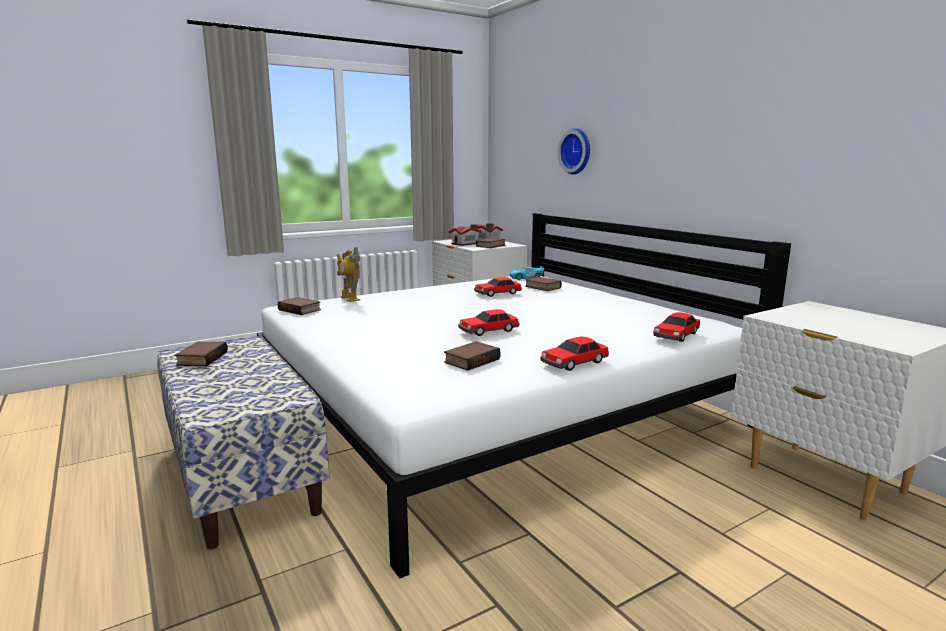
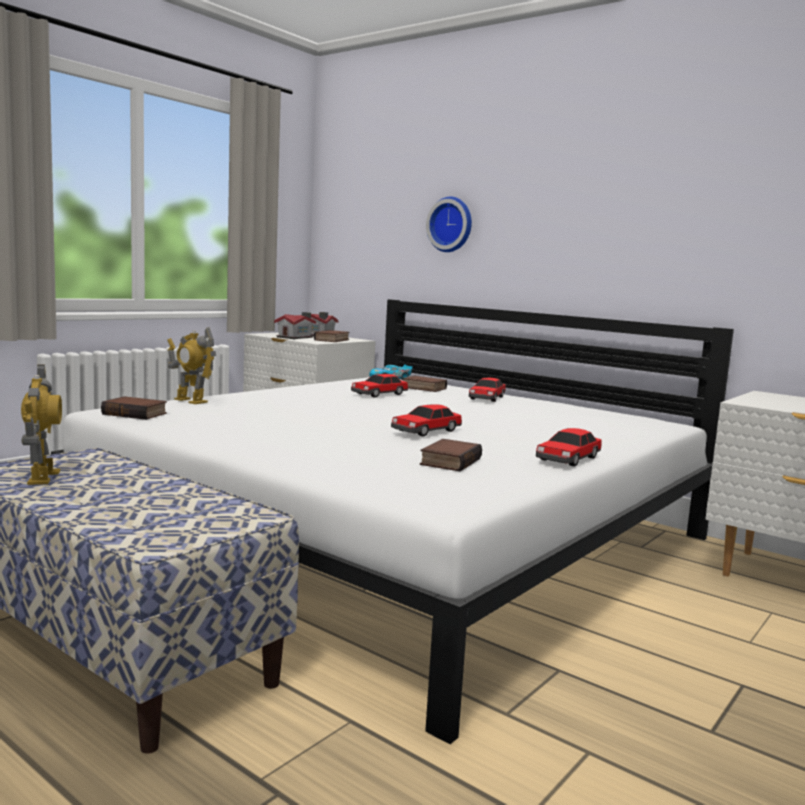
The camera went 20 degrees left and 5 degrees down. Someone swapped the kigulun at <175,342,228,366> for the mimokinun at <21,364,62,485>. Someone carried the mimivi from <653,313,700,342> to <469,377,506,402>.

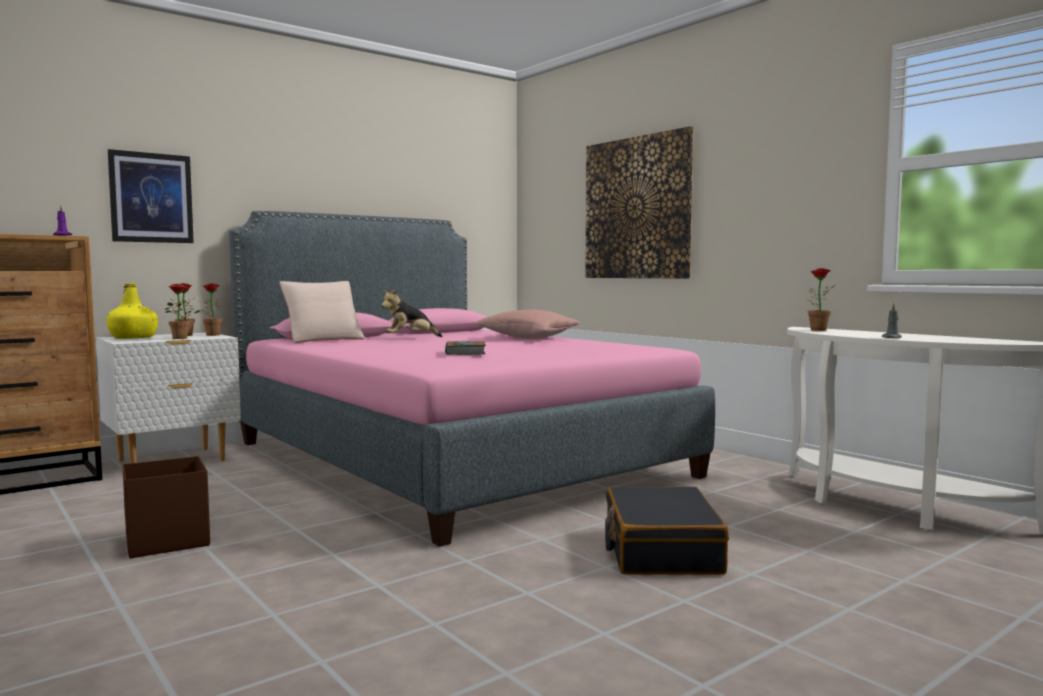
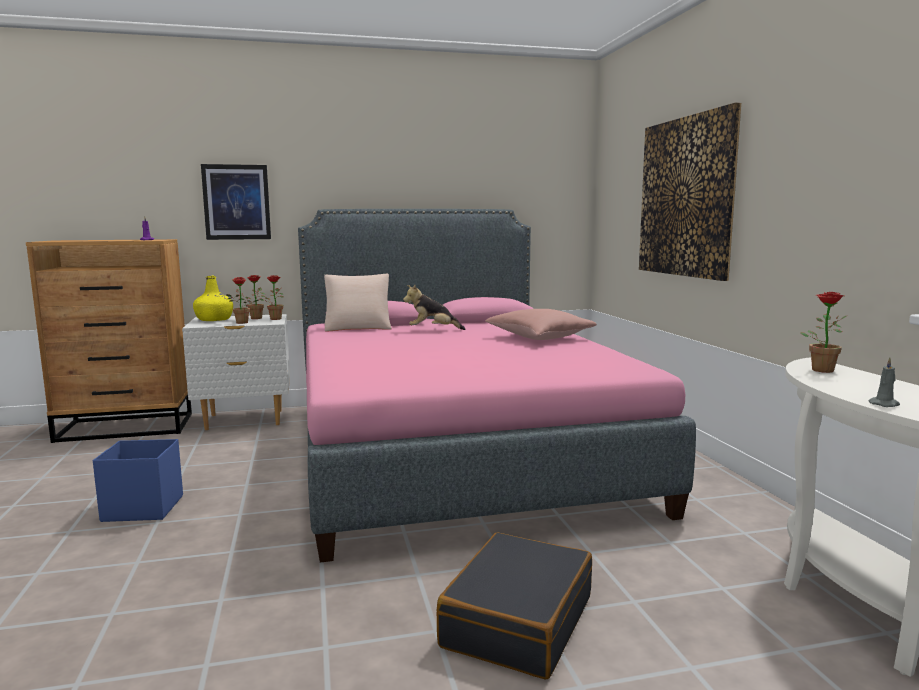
The camera went 25 degrees right and 5 degrees up. Someone repainted the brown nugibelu at <122,456,210,558>, which became the blue nugibelu at <93,439,183,522>. Someone took away the kigulun at <445,341,486,355>.

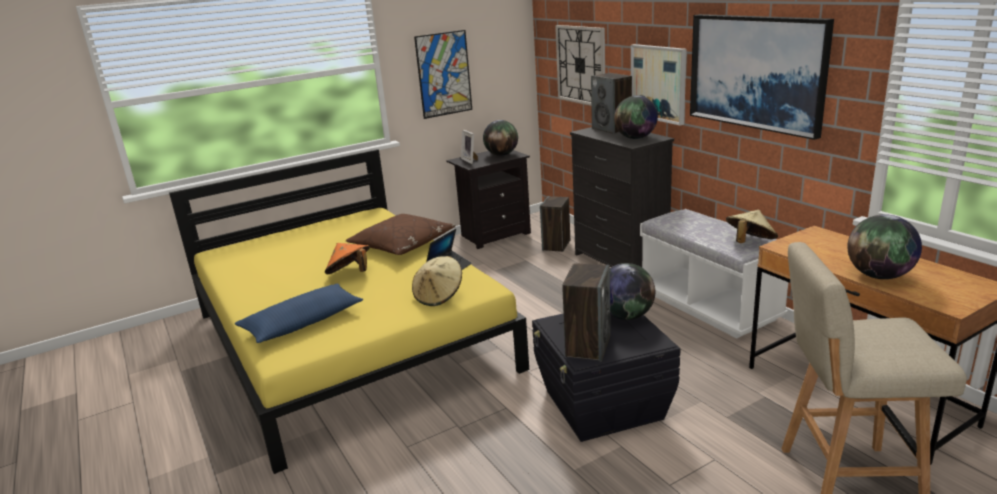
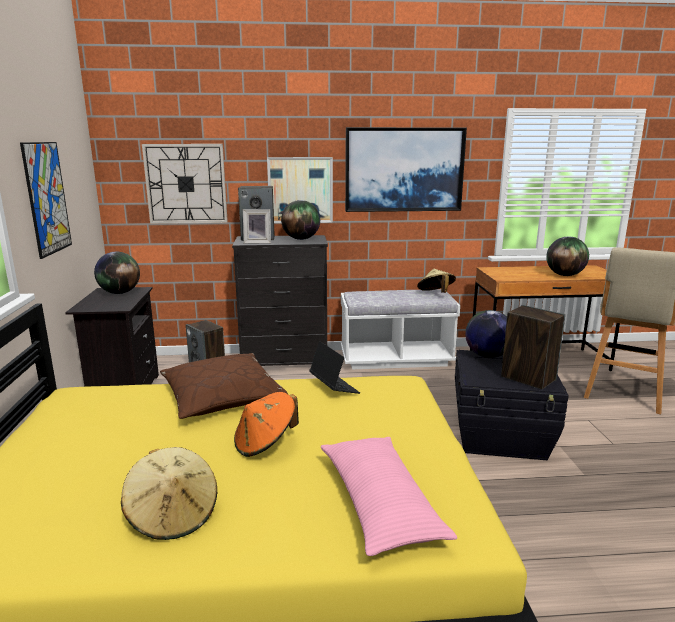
The camera went 65 degrees left and 5 degrees down. Someone carried the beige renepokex from <412,256,462,306> to <121,447,217,540>. Someone carried the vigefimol from <461,130,478,164> to <243,209,271,243>. Someone repainted the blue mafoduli at <235,284,363,343>, which became the pink mafoduli at <321,437,457,556>.

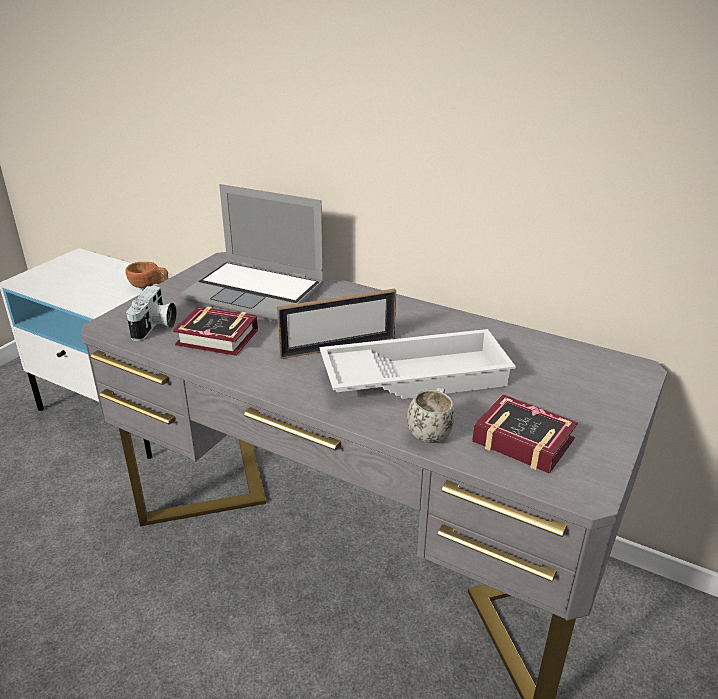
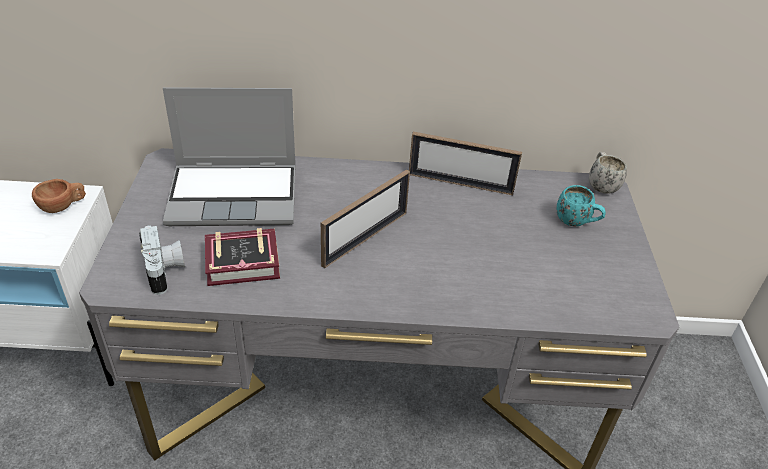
The camera went 30 degrees left and 10 degrees up. Someone put down the vigefimol at <409,132,522,195>. Someone put down the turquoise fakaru at <556,185,606,227>. Someone carried the white fakaru from <407,387,455,443> to <589,152,627,194>. Someone took away the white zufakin at <320,329,516,399>. Someone took away the kigulun at <472,394,578,474>.

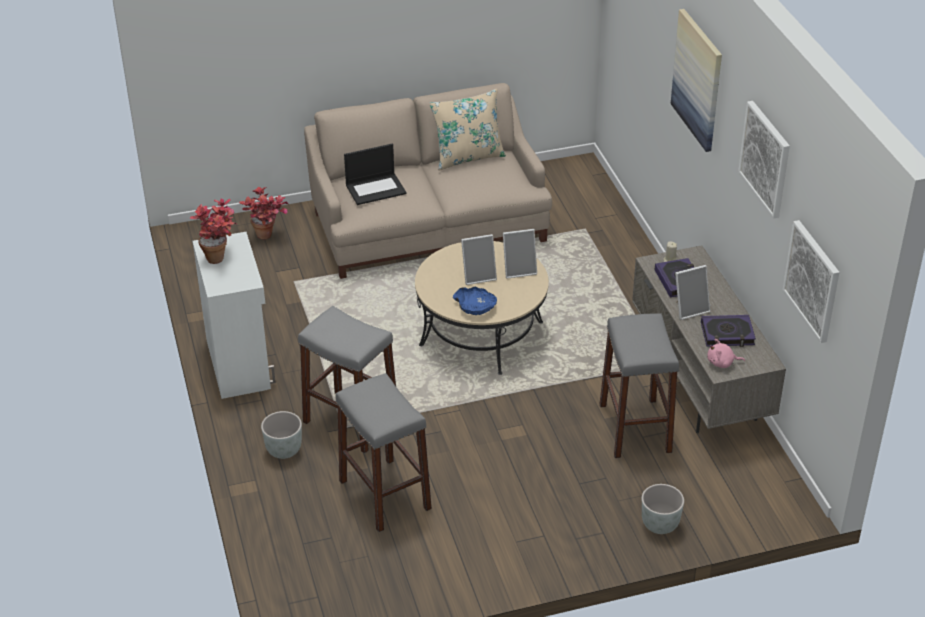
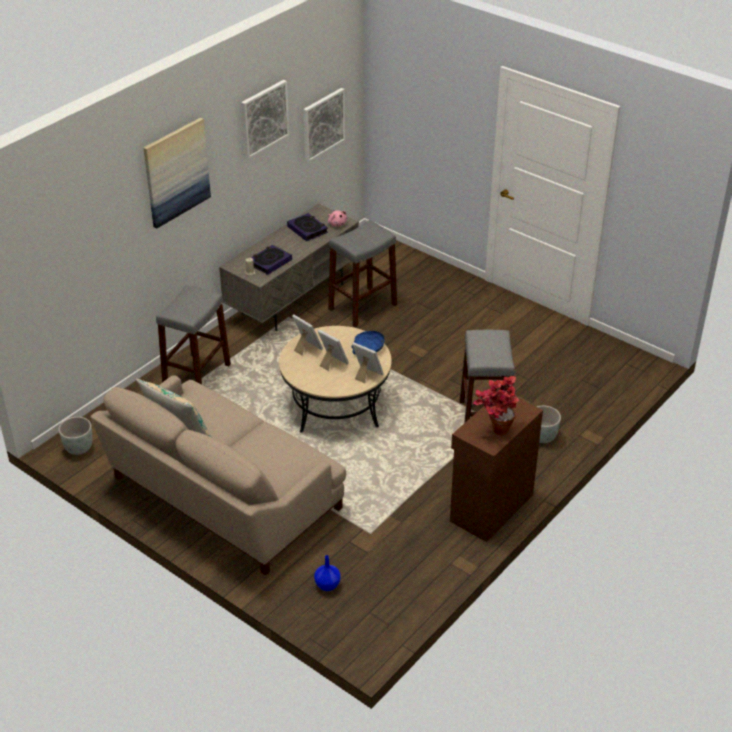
The camera went 125 degrees left and 0 degrees up. Someone carried the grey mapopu from <642,484,684,534> to <58,417,93,455>. Someone carried the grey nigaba from <336,373,432,532> to <156,285,231,384>. Someone swapped the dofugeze at <239,187,288,239> for the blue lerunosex at <314,555,341,591>. Someone carried the vigefimol from <675,265,711,320> to <352,342,384,383>. Someone repainted the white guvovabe at <193,232,276,399>, which became the brown guvovabe at <450,393,543,542>. Someone took away the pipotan at <344,144,407,205>.

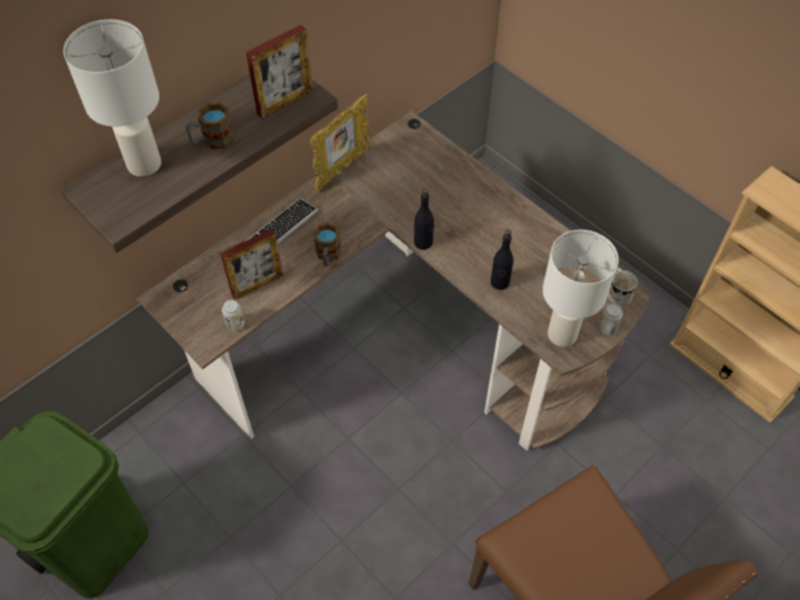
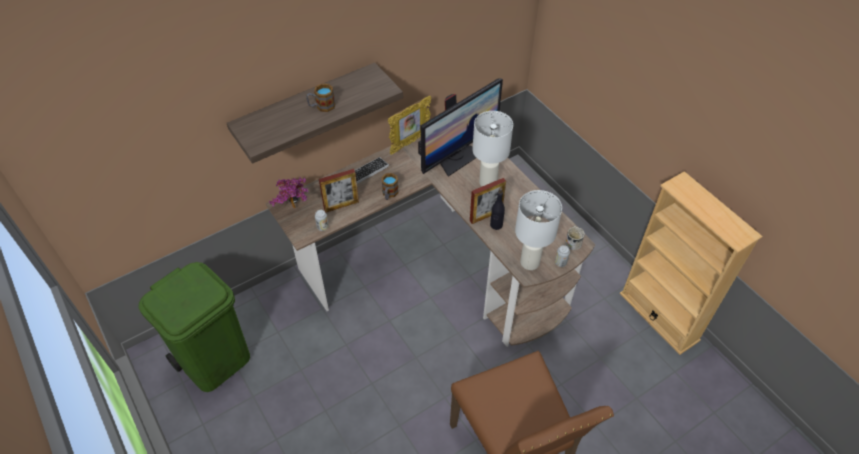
The camera went 10 degrees right and 5 degrees down. Someone put down the dofugeze at <269,177,308,208>. Someone put down the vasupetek at <418,78,503,176>. Someone carried the vigefimol from <246,25,313,118> to <470,178,506,224>. Someone carried the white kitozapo from <63,19,161,177> to <472,111,513,186>. Someone took away the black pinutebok at <414,189,434,250>.

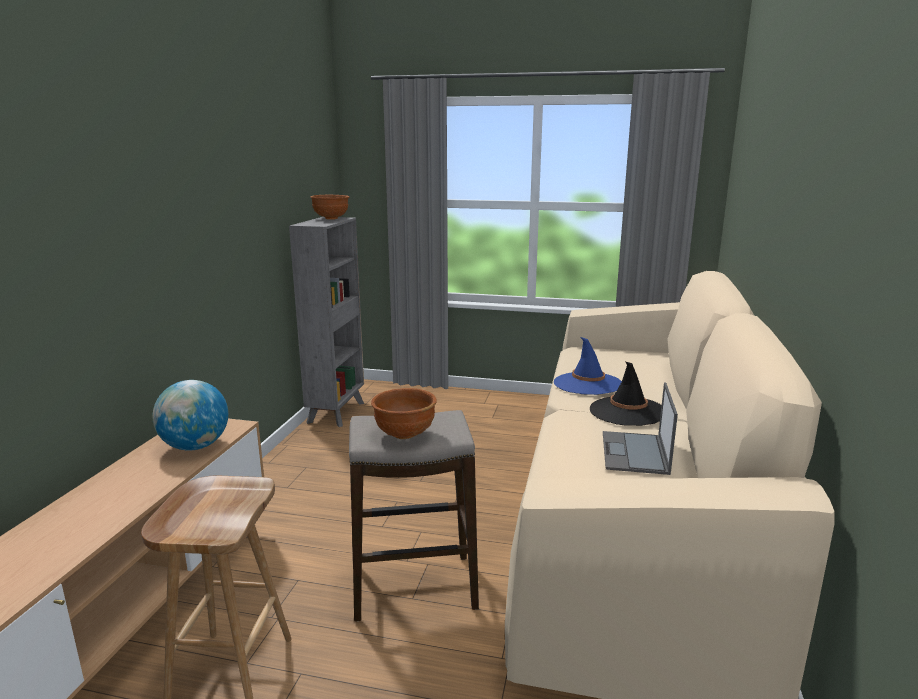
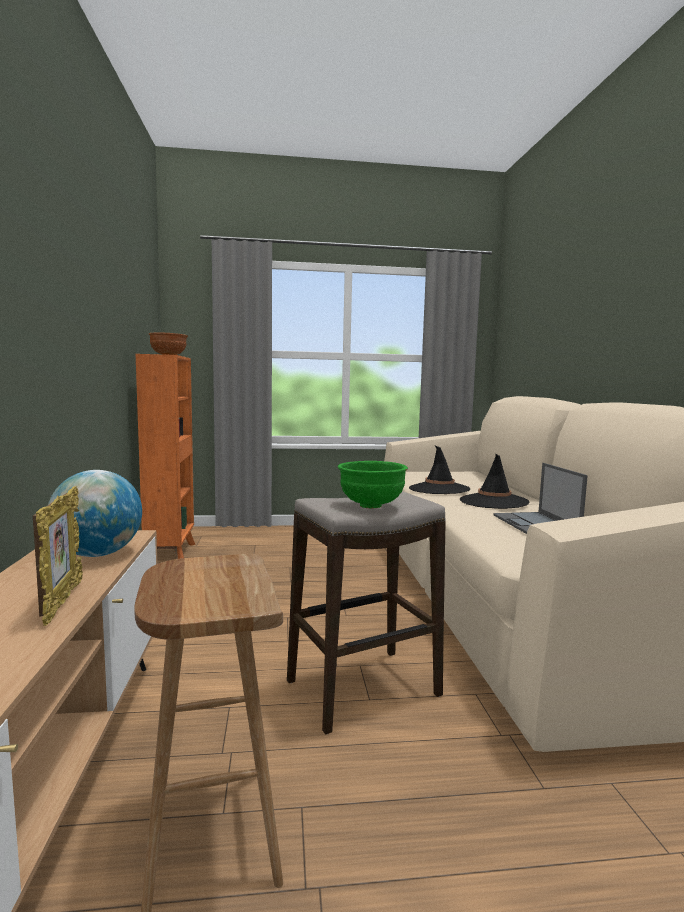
The camera went 20 degrees left and 10 degrees down. Someone put down the vigefimol at <33,486,83,626>. Someone repainted the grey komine at <289,217,364,427>, which became the orange komine at <136,354,195,559>. Someone repainted the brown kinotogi at <371,388,436,439>, which became the green kinotogi at <338,461,408,508>. Someone repainted the blue renepokex at <554,337,622,395>, which became the black renepokex at <409,445,470,494>.

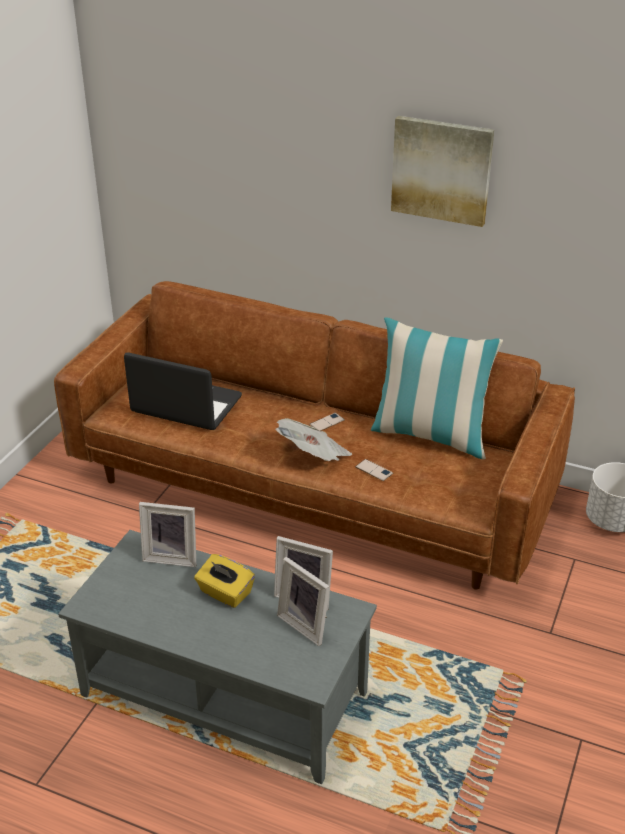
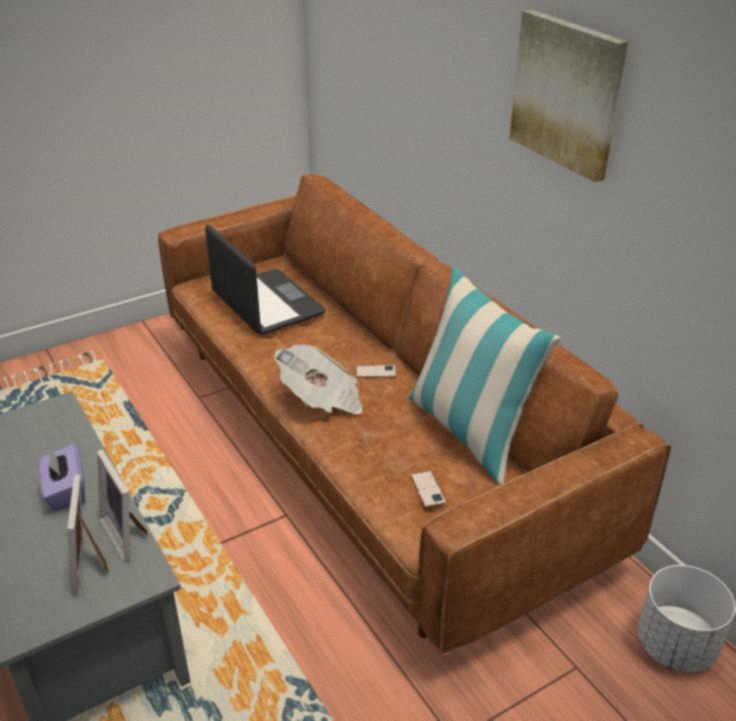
The camera went 35 degrees right and 0 degrees up. Someone repainted the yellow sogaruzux at <194,554,255,608>, which became the purple sogaruzux at <38,444,85,511>. Someone carried the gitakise from <356,459,393,481> to <411,471,446,507>. Someone took away the vigefimol at <139,502,196,567>.

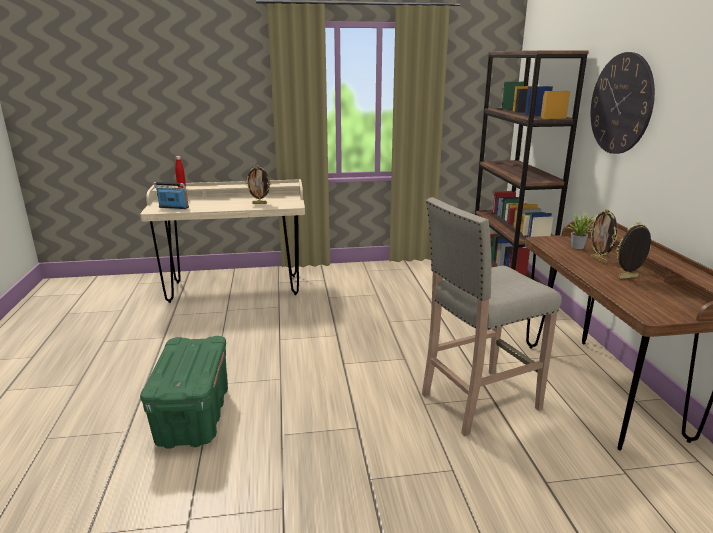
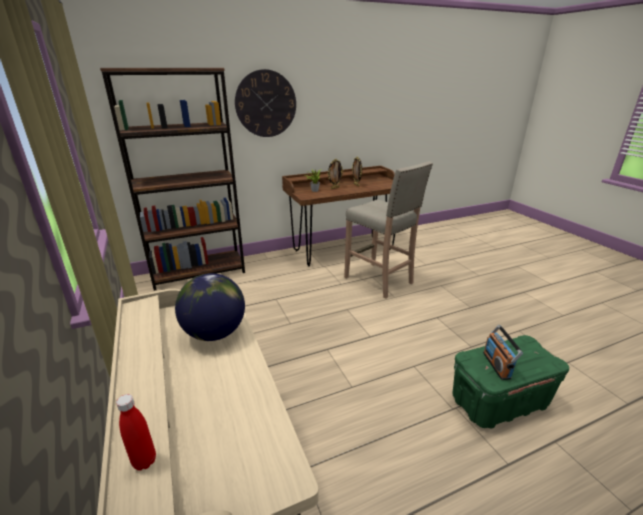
The camera went 105 degrees left and 5 degrees up. Someone swapped the vigefimol at <246,165,271,204> for the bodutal at <175,273,245,341>. Someone carried the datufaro from <154,182,189,209> to <483,325,523,380>.

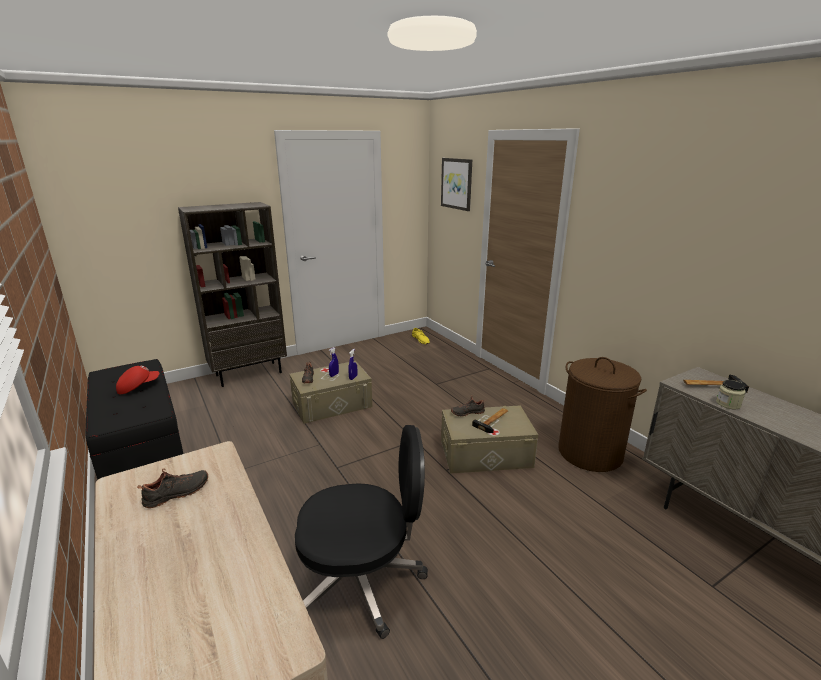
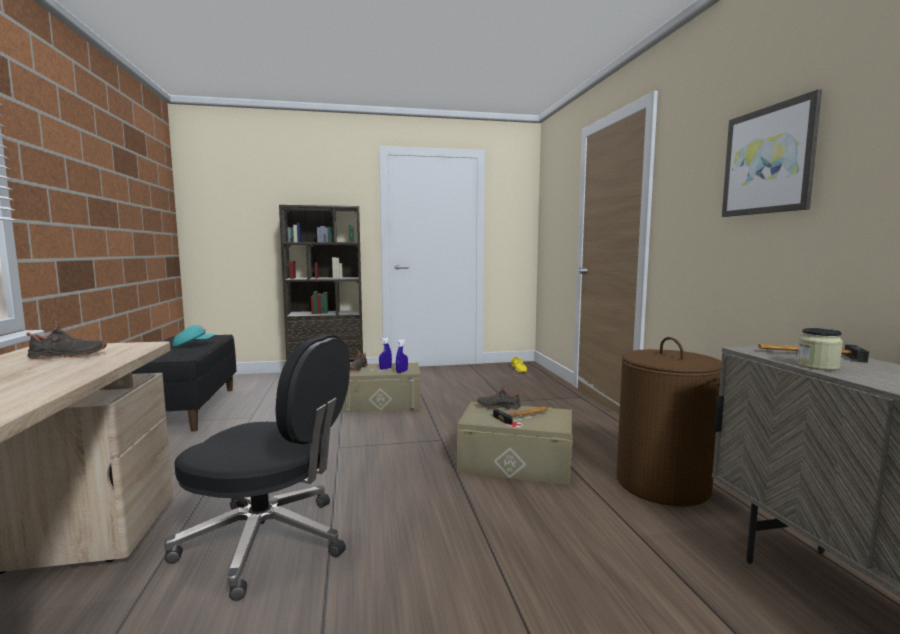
The camera went 20 degrees right and 15 degrees down. Someone repainted the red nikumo at <116,366,159,394>, which became the turquoise nikumo at <173,325,215,347>. Someone carried the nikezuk from <441,158,472,211> to <722,89,822,217>.

